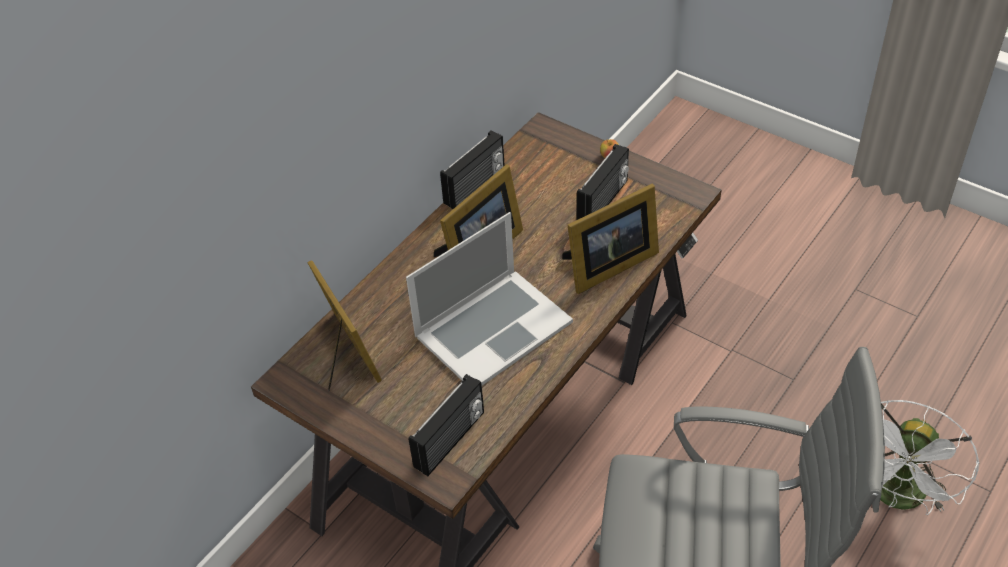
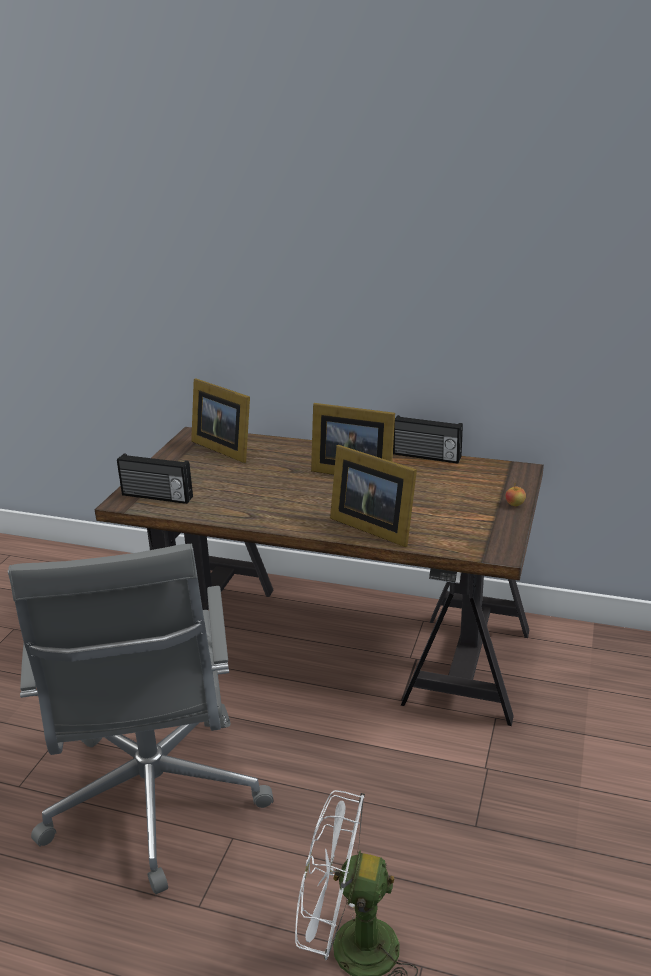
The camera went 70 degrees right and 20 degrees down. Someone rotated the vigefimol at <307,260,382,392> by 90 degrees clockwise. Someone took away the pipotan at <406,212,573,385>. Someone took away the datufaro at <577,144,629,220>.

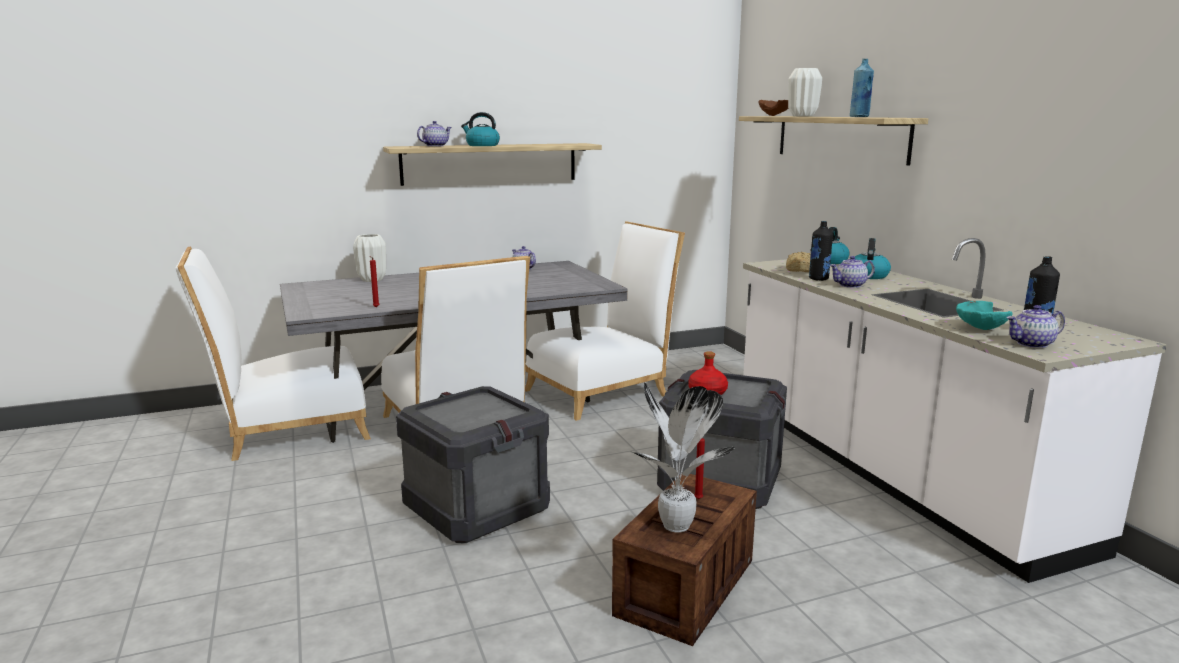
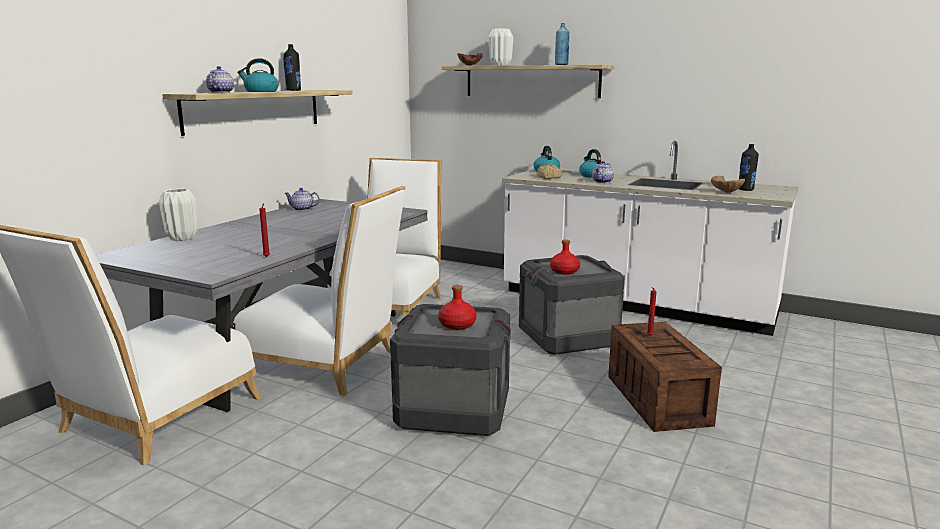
The camera went 40 degrees left and 0 degrees up. Someone carried the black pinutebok from <809,221,833,281> to <283,44,301,91>. Someone put down the red pinutebok at <438,285,477,330>. Someone repainted the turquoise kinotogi at <956,301,1013,330>, which became the brown kinotogi at <711,176,745,193>. Someone took away the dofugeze at <632,383,734,533>. Someone took away the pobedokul at <1006,305,1065,348>.

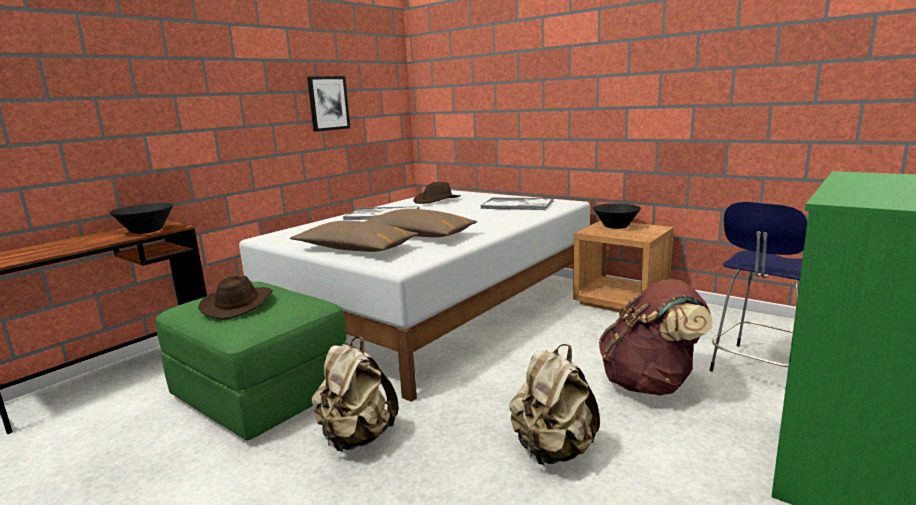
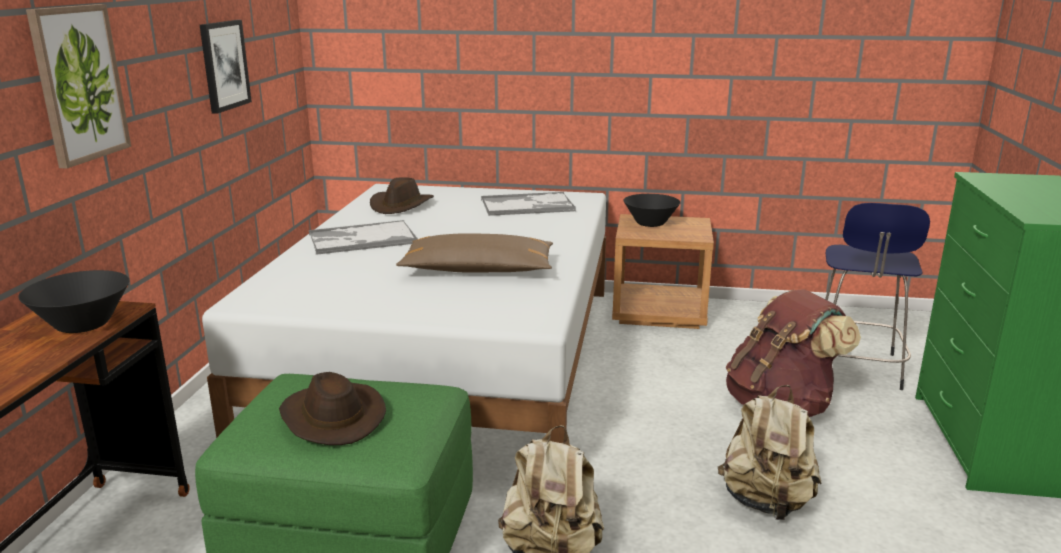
The camera went 30 degrees left and 5 degrees up. Someone put up the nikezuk at <26,4,131,168>. Someone took away the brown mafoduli at <290,220,418,252>.

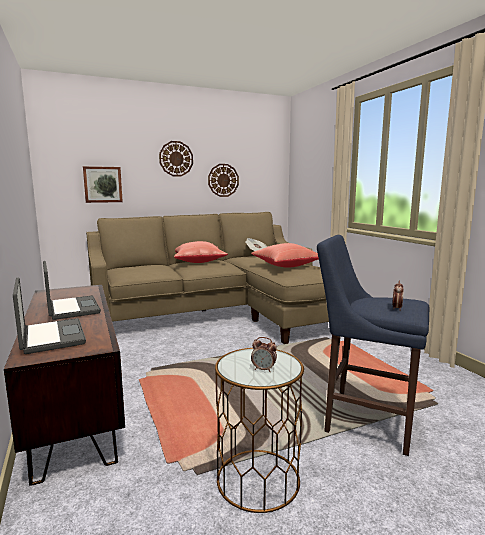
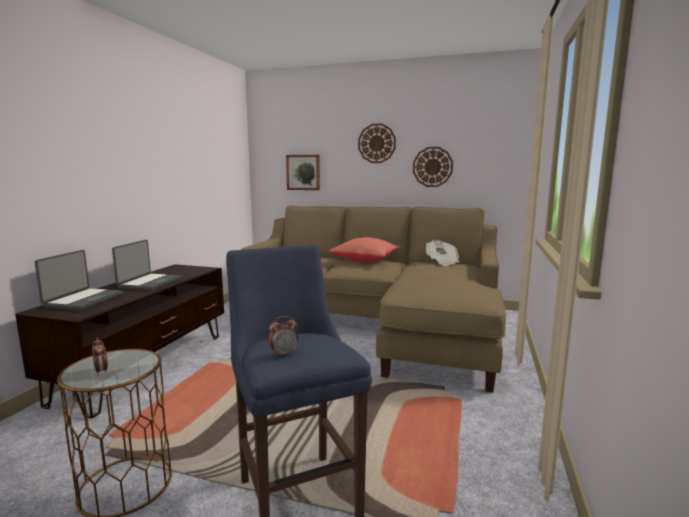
The camera went 40 degrees right and 0 degrees up. Someone took away the red mafoduli at <251,243,319,268>.

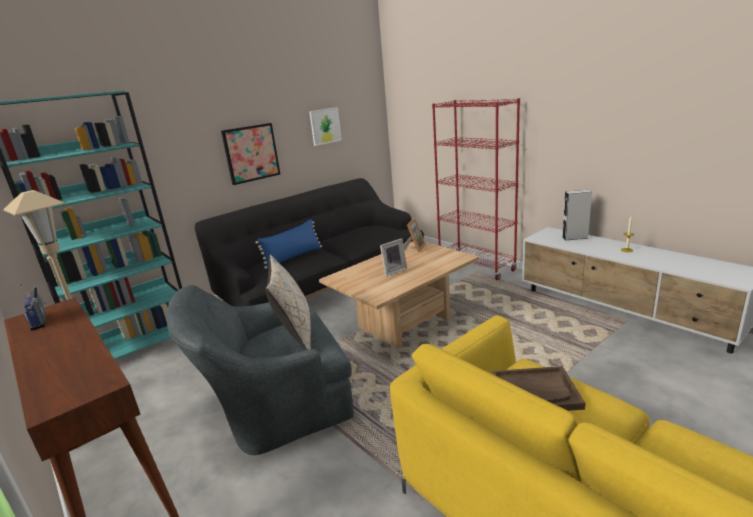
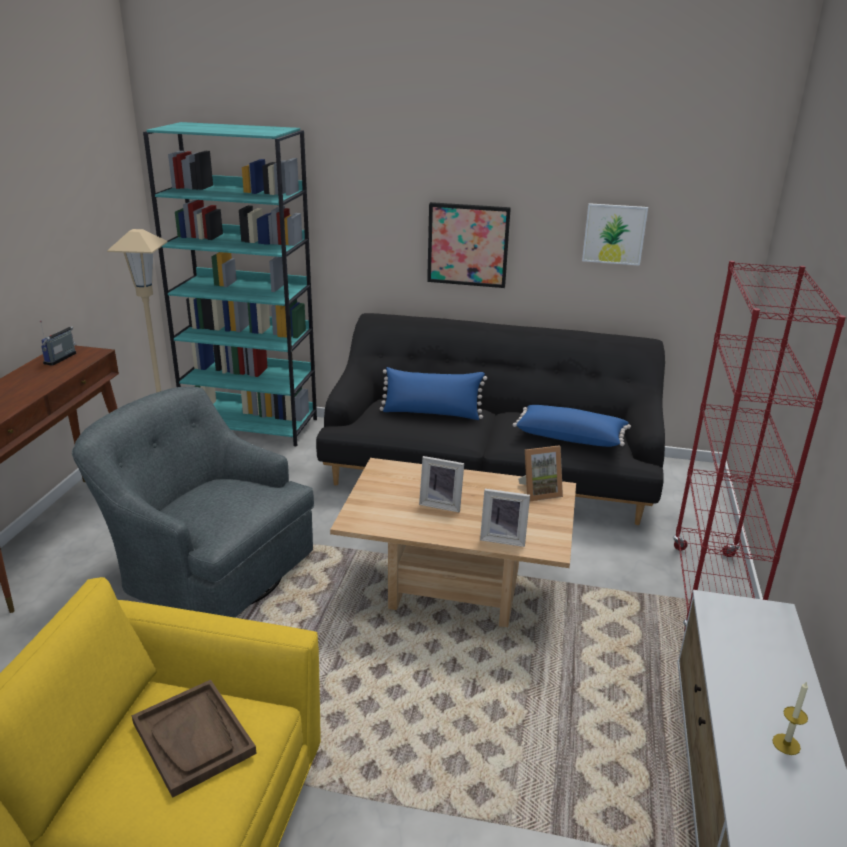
The camera went 50 degrees right and 5 degrees up. Someone put down the vigefimol at <480,489,530,547>. Someone put down the blue mafoduli at <513,405,631,447>. Someone took away the beige mafoduli at <265,255,311,350>. Someone took away the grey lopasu at <562,190,592,240>.

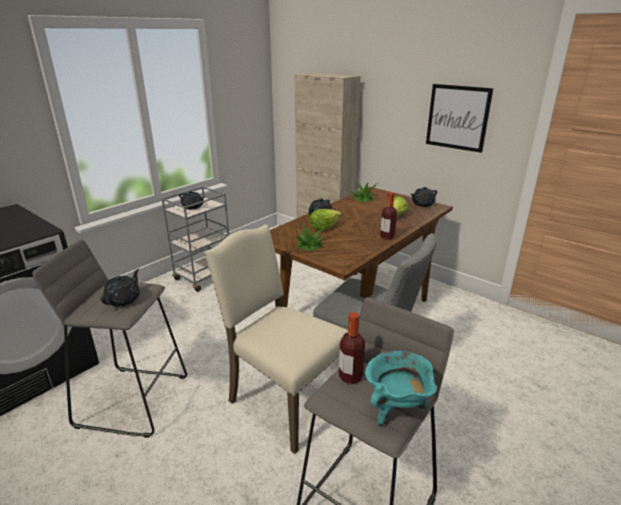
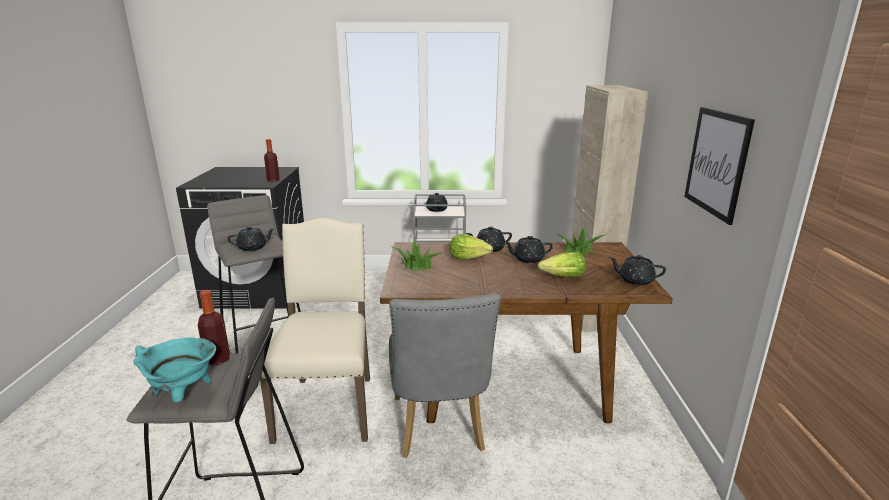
The camera went 50 degrees right and 5 degrees down. Someone carried the pinutebok from <380,192,397,240> to <264,139,280,182>. Someone put down the black pobedokul at <504,236,553,263>.

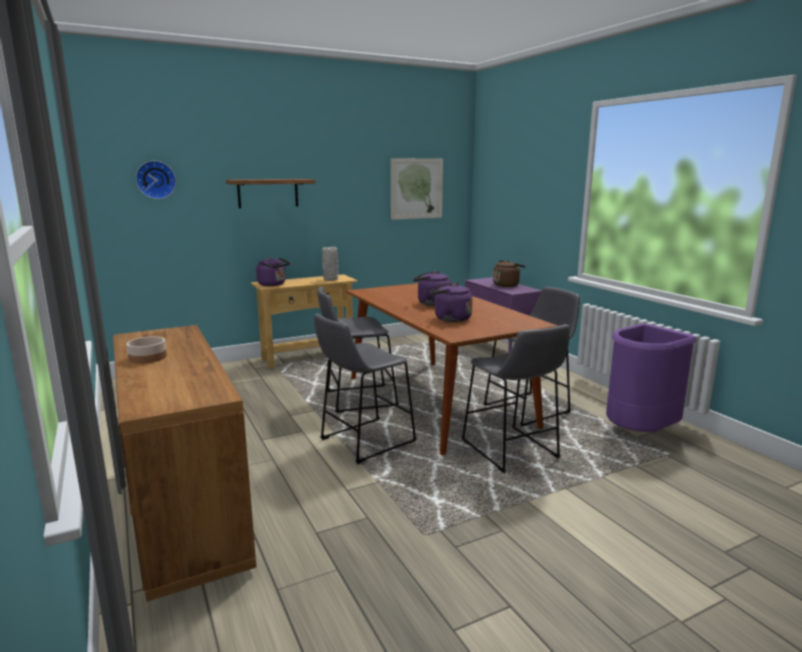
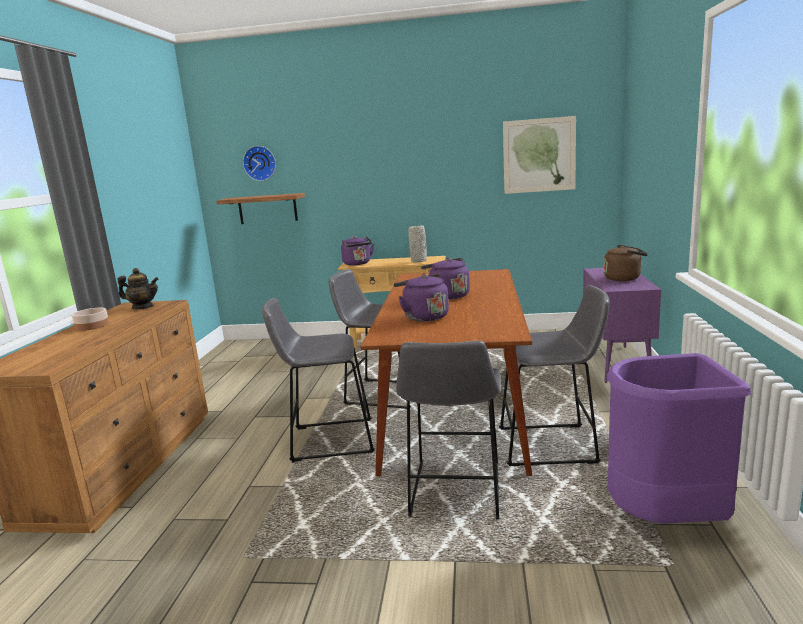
The camera went 35 degrees right and 0 degrees up. Someone put down the pobedokul at <118,268,159,309>. Someone carried the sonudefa from <226,179,315,208> to <217,193,305,224>.

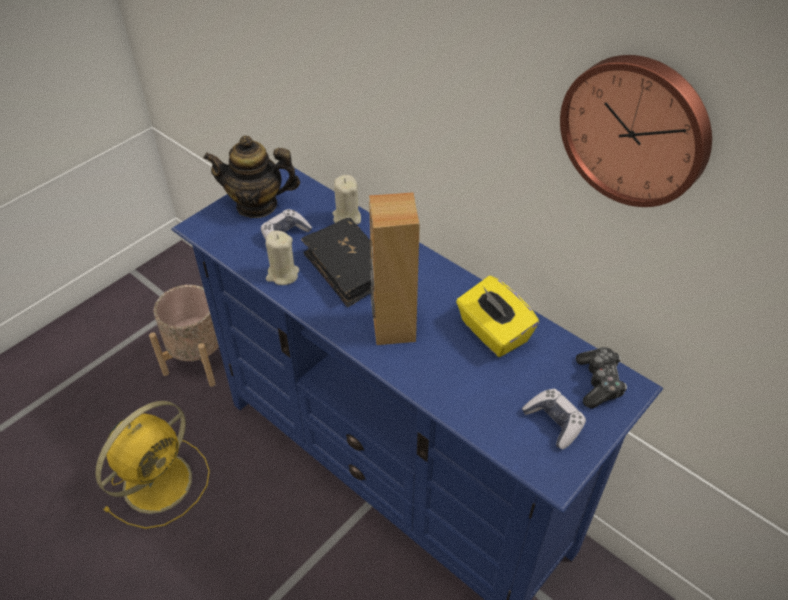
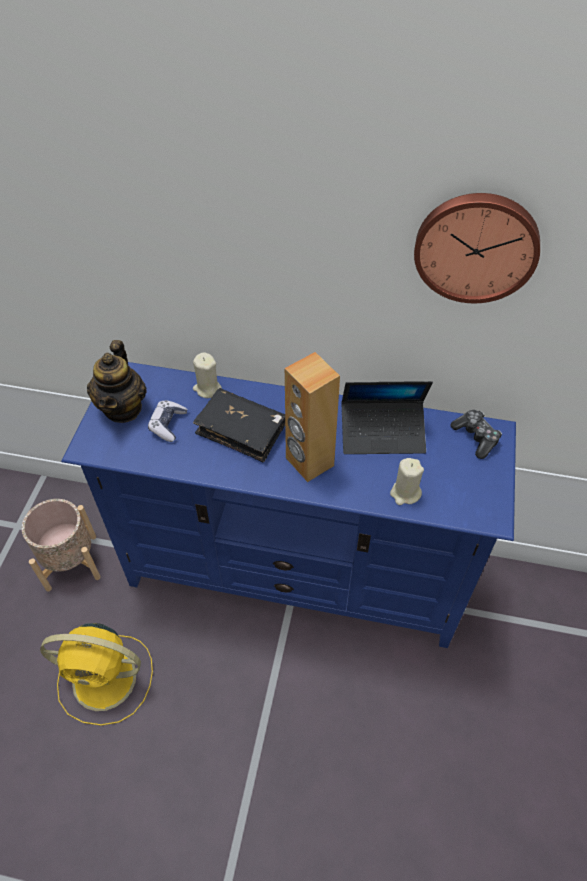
The camera went 30 degrees left and 5 degrees up. Someone rotated the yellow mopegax at <95,401,210,529> by 90 degrees clockwise. Someone rotated the pobedokul at <203,136,300,218> by 60 degrees counterclockwise. Someone swapped the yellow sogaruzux at <456,276,539,357> for the pipotan at <342,381,433,454>. Someone carried the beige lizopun from <266,230,299,285> to <390,458,424,505>. Someone took away the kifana at <522,389,586,449>.

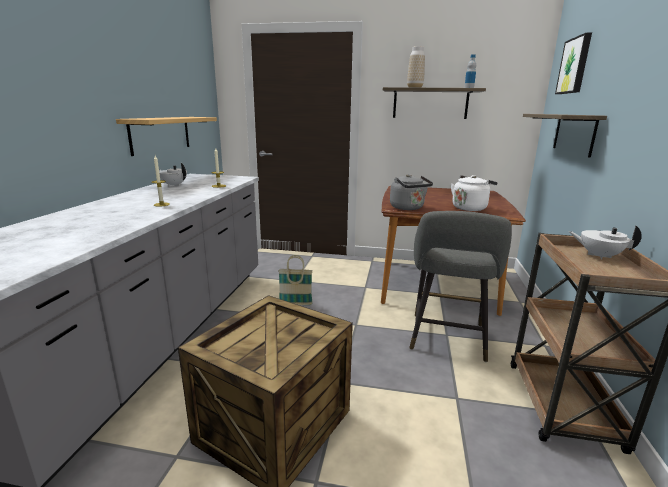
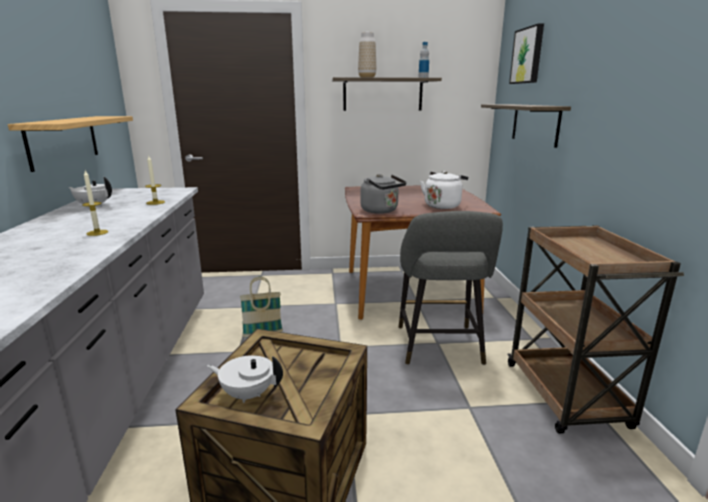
The camera went 15 degrees left and 0 degrees up. Someone carried the white pobedokul from <568,225,642,259> to <207,355,283,403>.

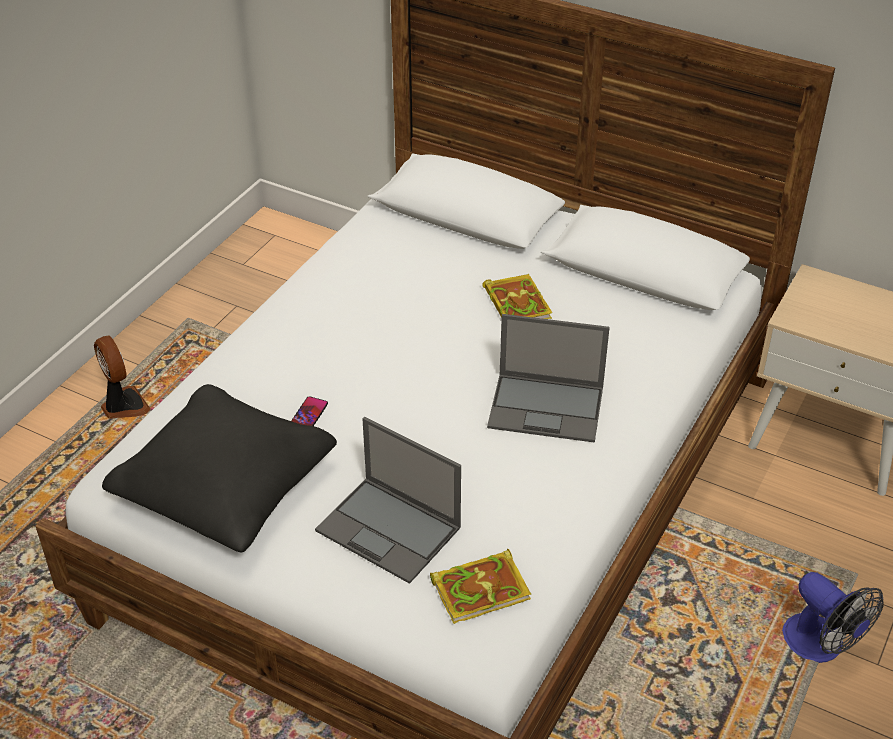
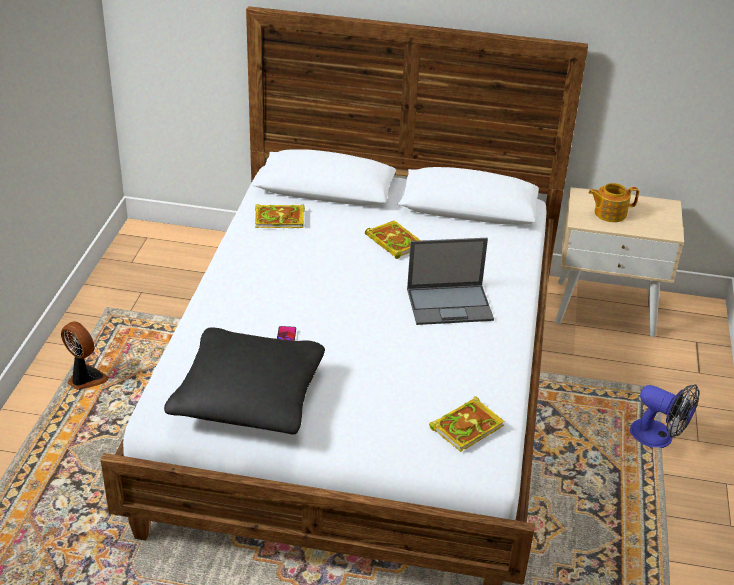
The camera went 20 degrees left and 5 degrees down. Someone put down the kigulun at <255,204,305,228>. Someone put down the pobedokul at <589,183,639,222>. Someone took away the pipotan at <315,417,461,584>.

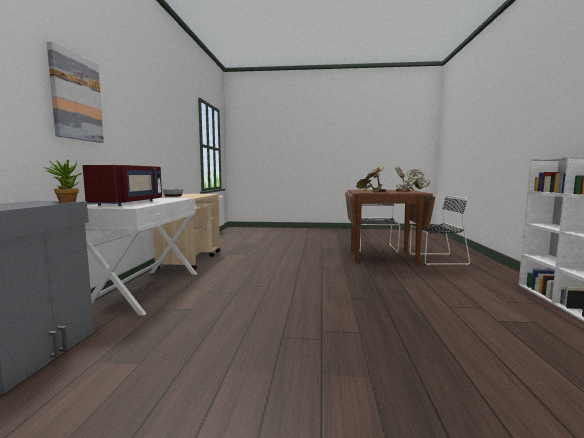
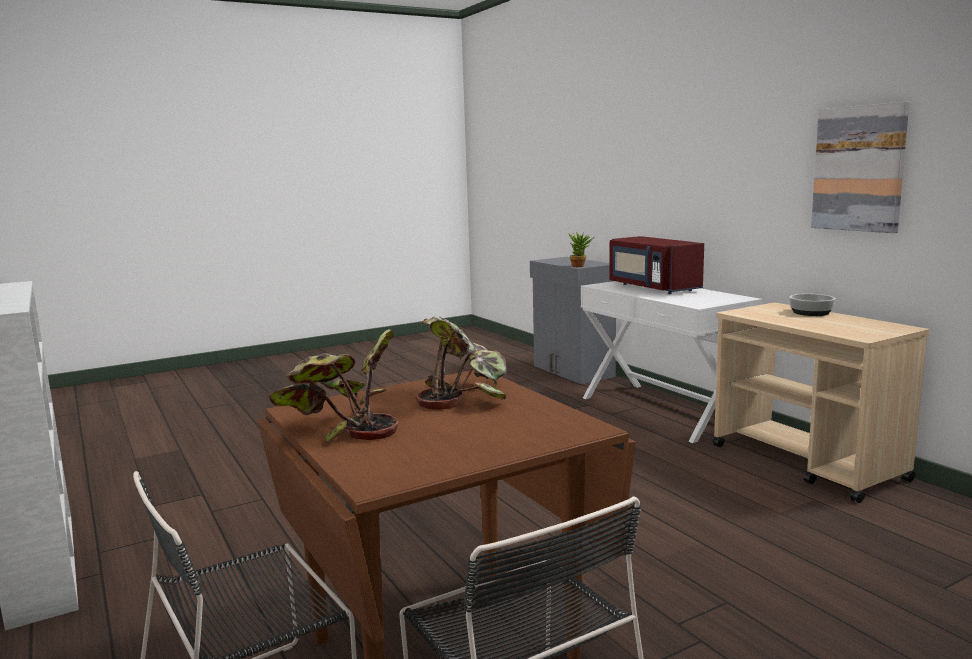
The camera went 145 degrees right and 5 degrees up. Someone carried the nikezuk from <47,42,104,143> to <811,102,909,233>.

